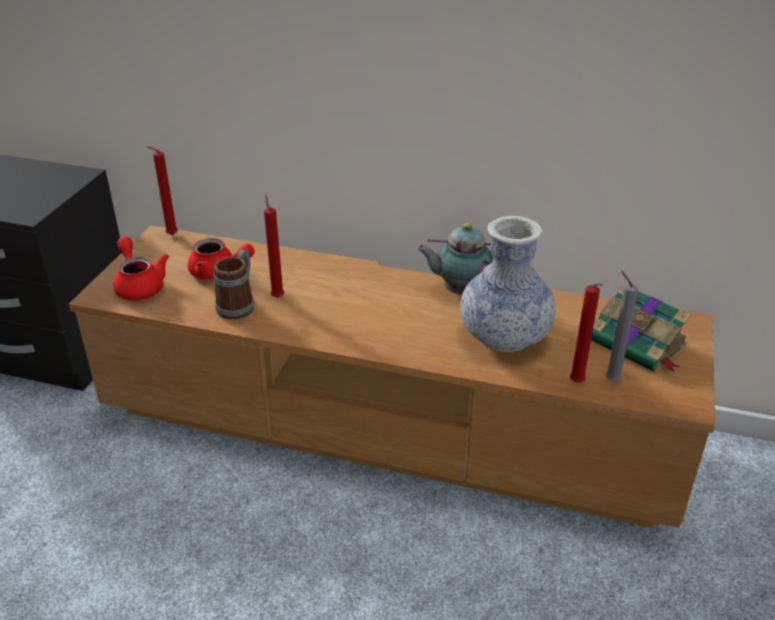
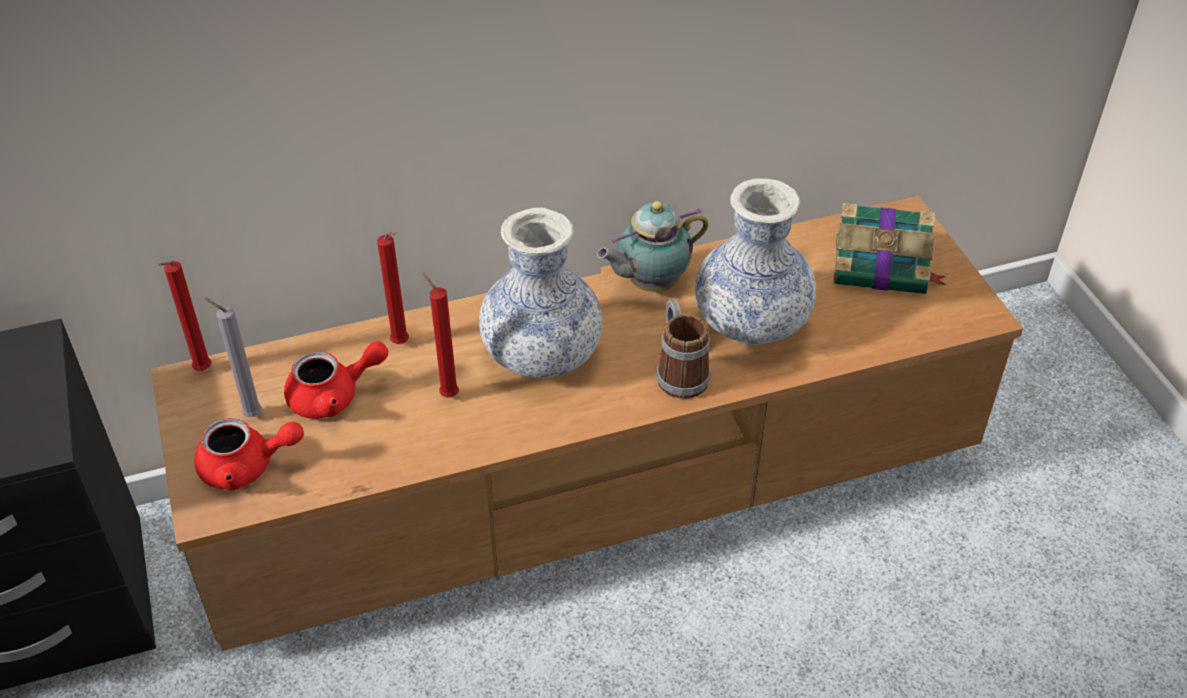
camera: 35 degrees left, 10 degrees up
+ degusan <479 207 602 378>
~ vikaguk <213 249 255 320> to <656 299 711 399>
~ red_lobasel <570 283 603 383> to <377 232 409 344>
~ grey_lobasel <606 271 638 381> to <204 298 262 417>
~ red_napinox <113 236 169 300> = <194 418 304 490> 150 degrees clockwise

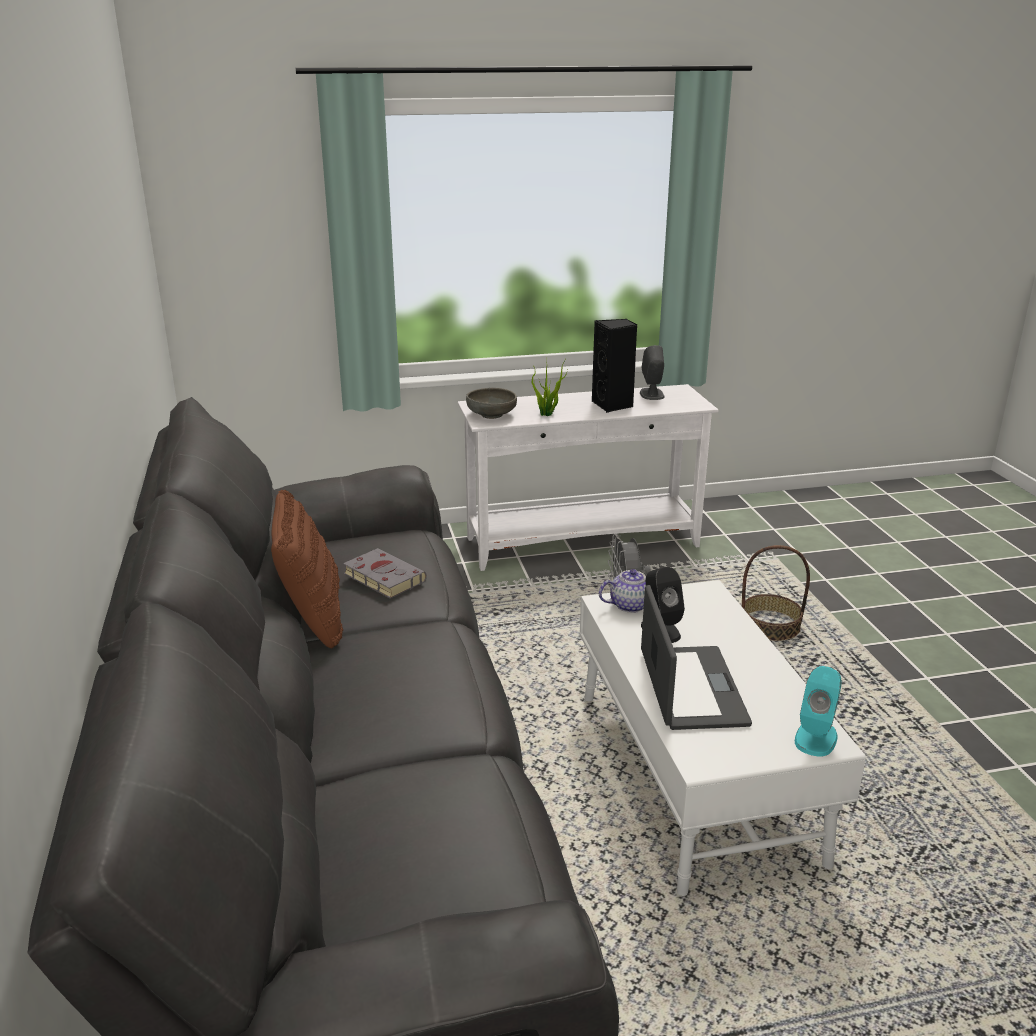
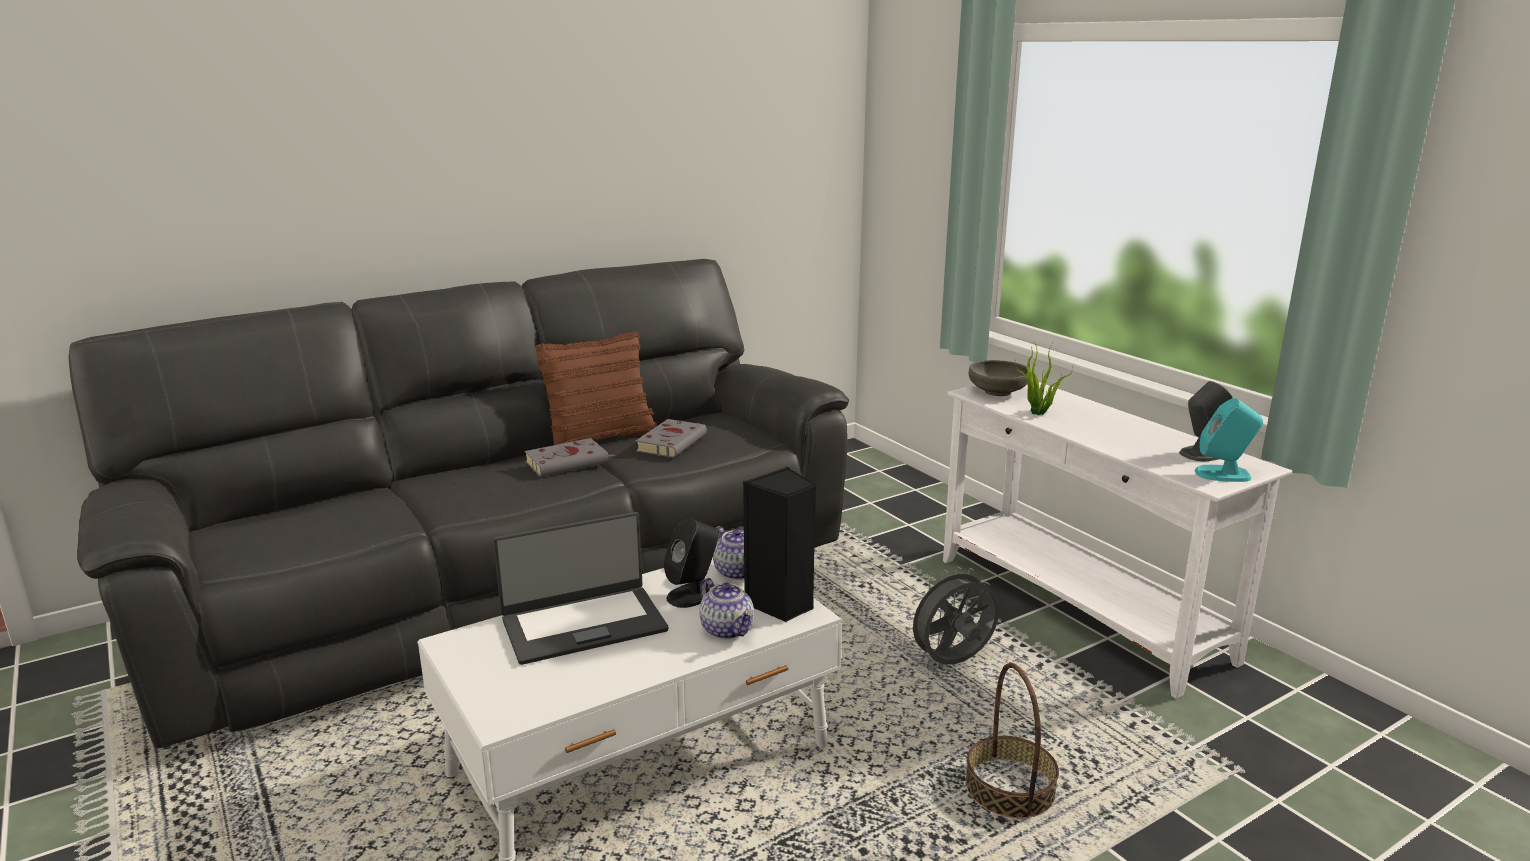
camera: 70 degrees right, 5 degrees down
+ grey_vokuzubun <525 438 615 477>
+ napinox <699 578 754 639>
~ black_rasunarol <592 319 638 413> to <743 466 816 622>
~ turquoise_rasunarol <795 666 841 757> to <1195 398 1263 482>

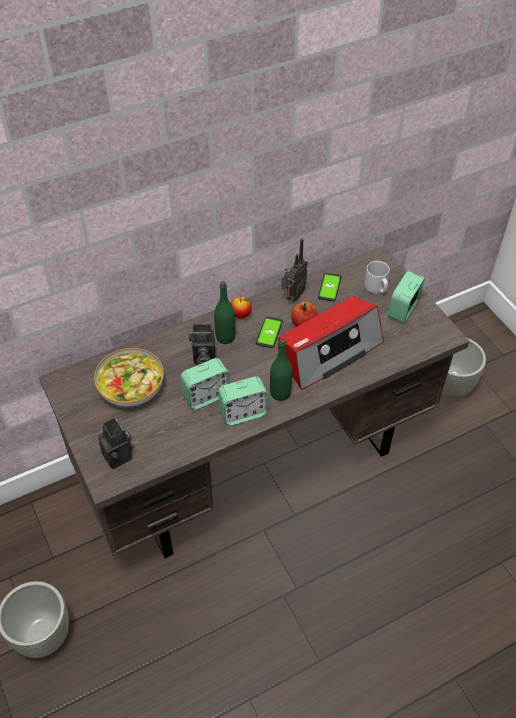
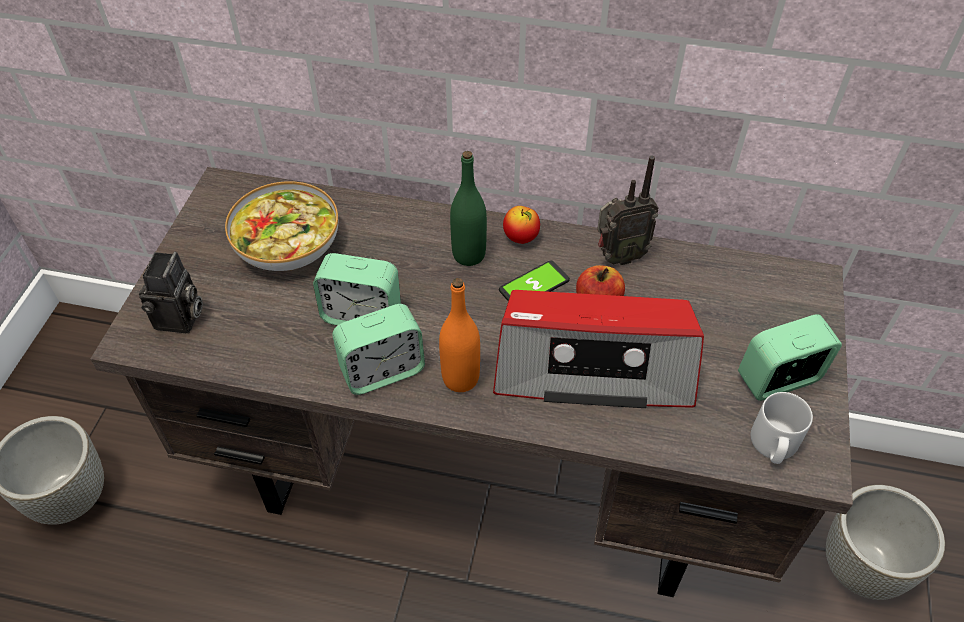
camera: 40 degrees right, 0 degrees up
- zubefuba <189 324 216 365>
- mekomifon <318 273 341 302>
~ grey_vikaguk <364 261 390 294> to <751 392 813 464>
~ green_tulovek <270 338 292 401> to orange_tulovek <439 278 480 392>
~ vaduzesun <218 376 268 426> = <332 304 425 395> 45 degrees counterclockwise

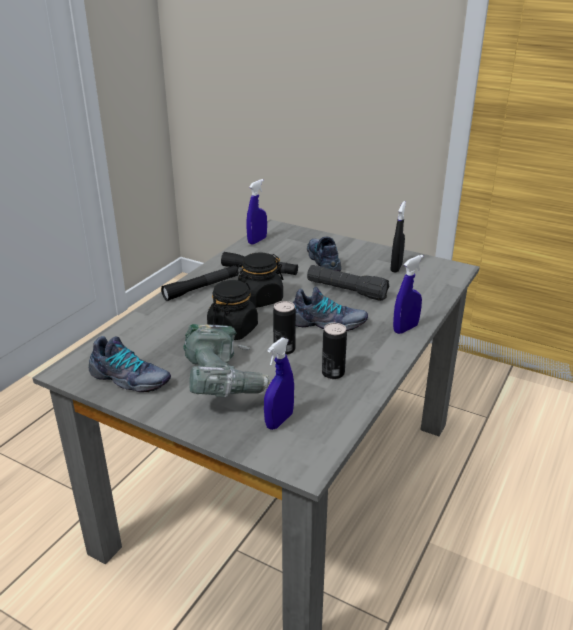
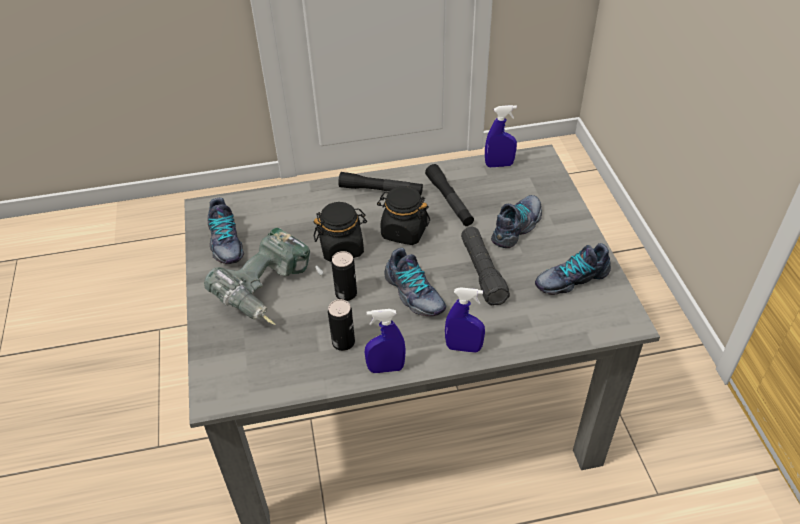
camera: 50 degrees right, 15 degrees up
~ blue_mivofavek <264 337 294 430> to <364 309 406 373>
~ black_mivofavek <391 201 406 273> to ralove <535 243 611 295>

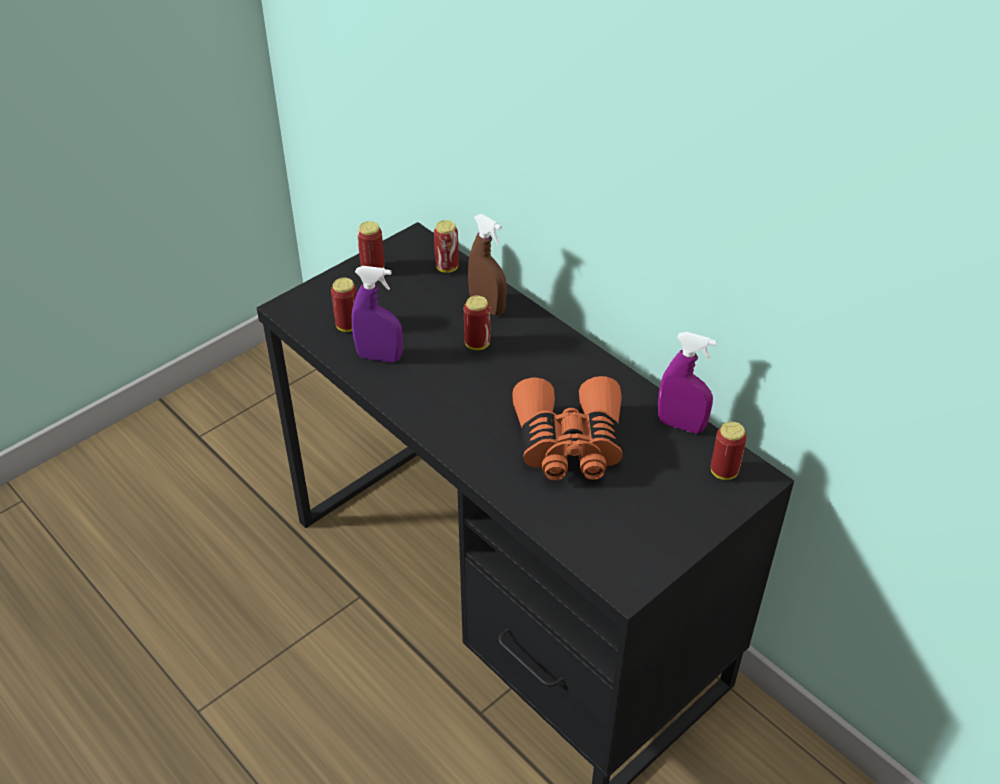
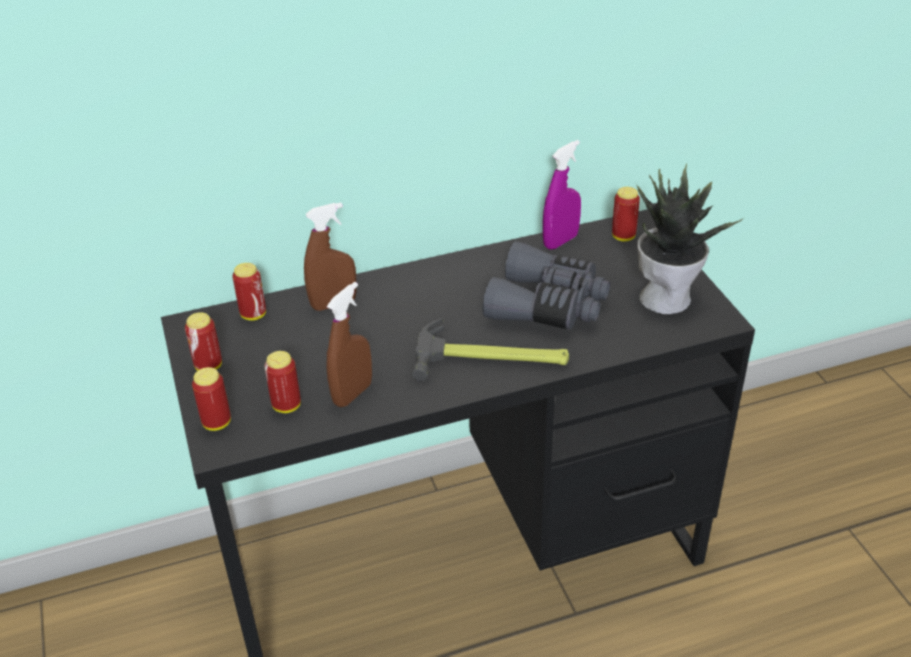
camera: 65 degrees left, 5 degrees down
+ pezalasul <411 318 569 381>
+ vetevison <636 162 744 314>
~ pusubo <464 296 490 350> to <192 367 231 431>
~ purple_mivofavek <351 266 403 362> to brown_mivofavek <327 282 372 407>
~ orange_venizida <512 376 623 481> to grey_venizida <482 241 610 330>

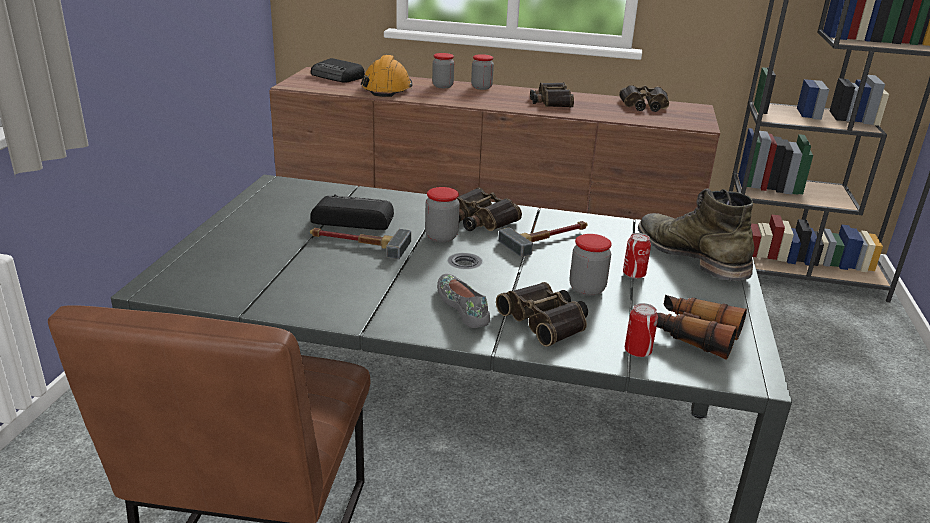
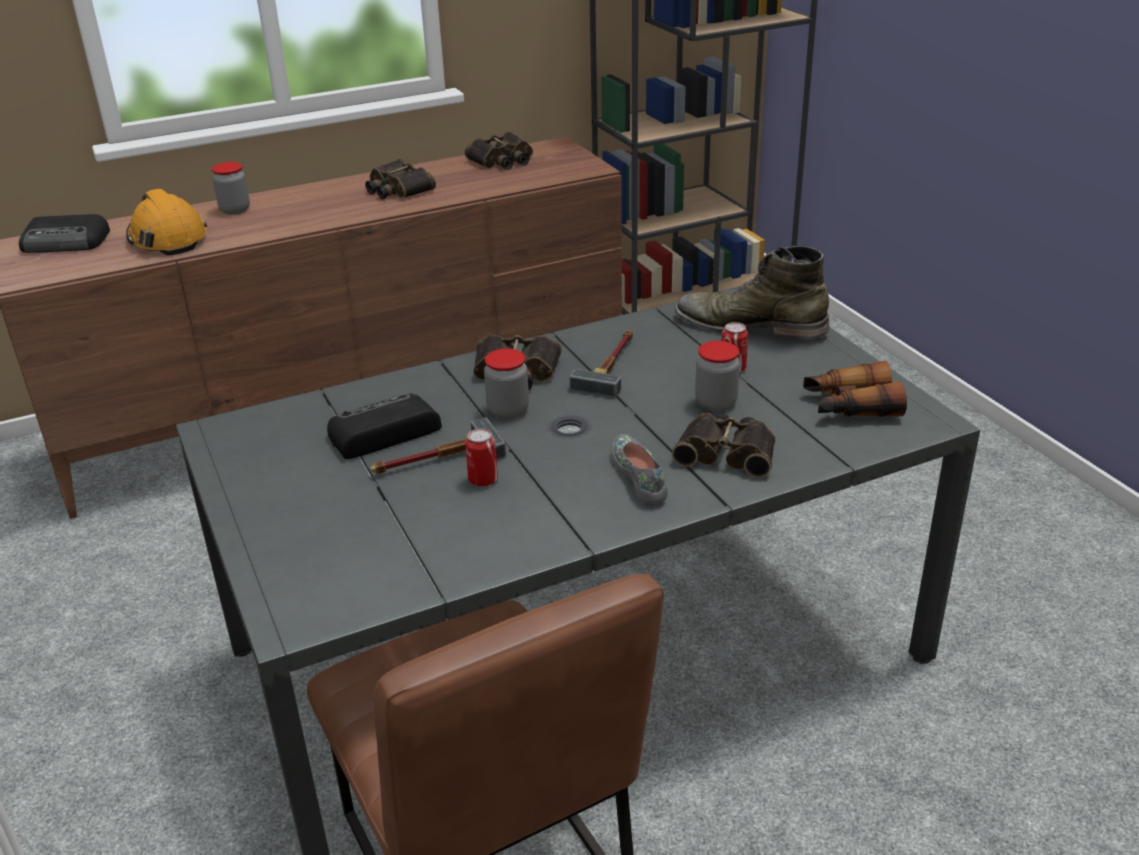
camera: 35 degrees left, 5 degrees up
- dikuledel <471 54 494 90>
~ pusubo <625 303 658 357> to <465 428 498 487>
~ grey_ralove <437 274 490 328> = <611 434 668 504> 45 degrees clockwise

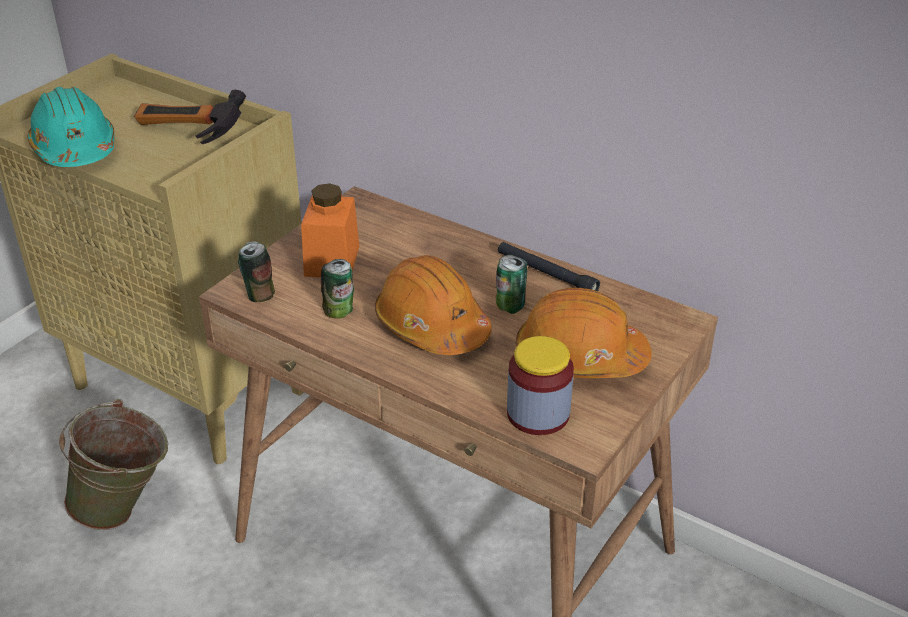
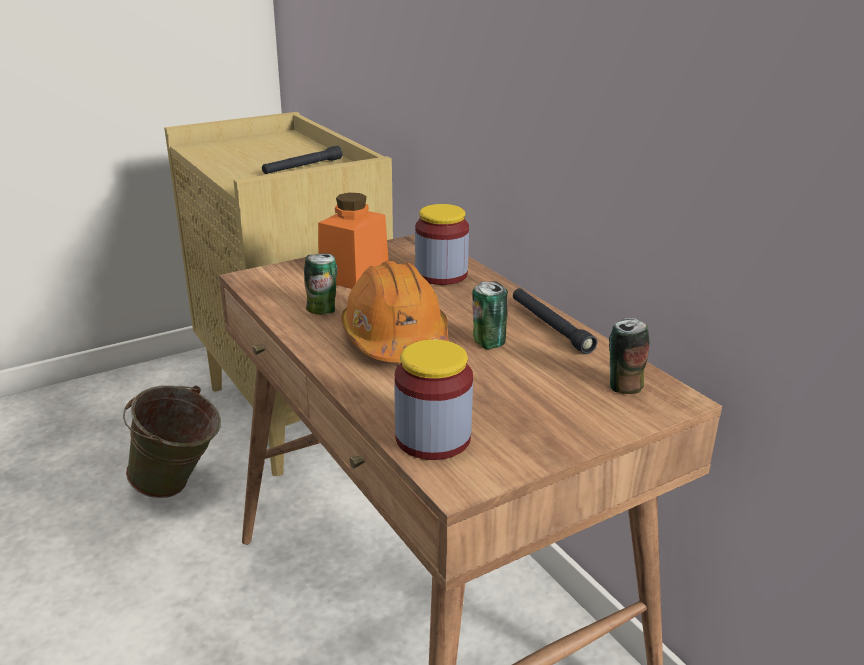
camera: 25 degrees right, 10 degrees down
- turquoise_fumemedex <27 87 114 167>
- orange_fumemedex <516 288 652 378>
+ dikuledel <415 204 469 285>
~ pusubo <238 241 275 302> to <609 318 649 394>
~ pezalasul <134 90 246 144> to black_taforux <262 146 342 174>

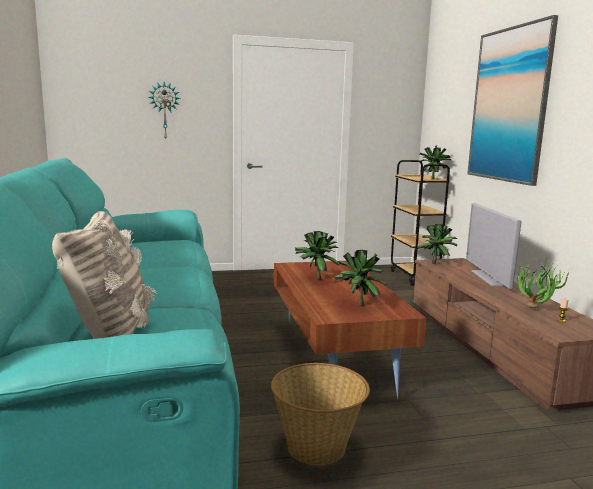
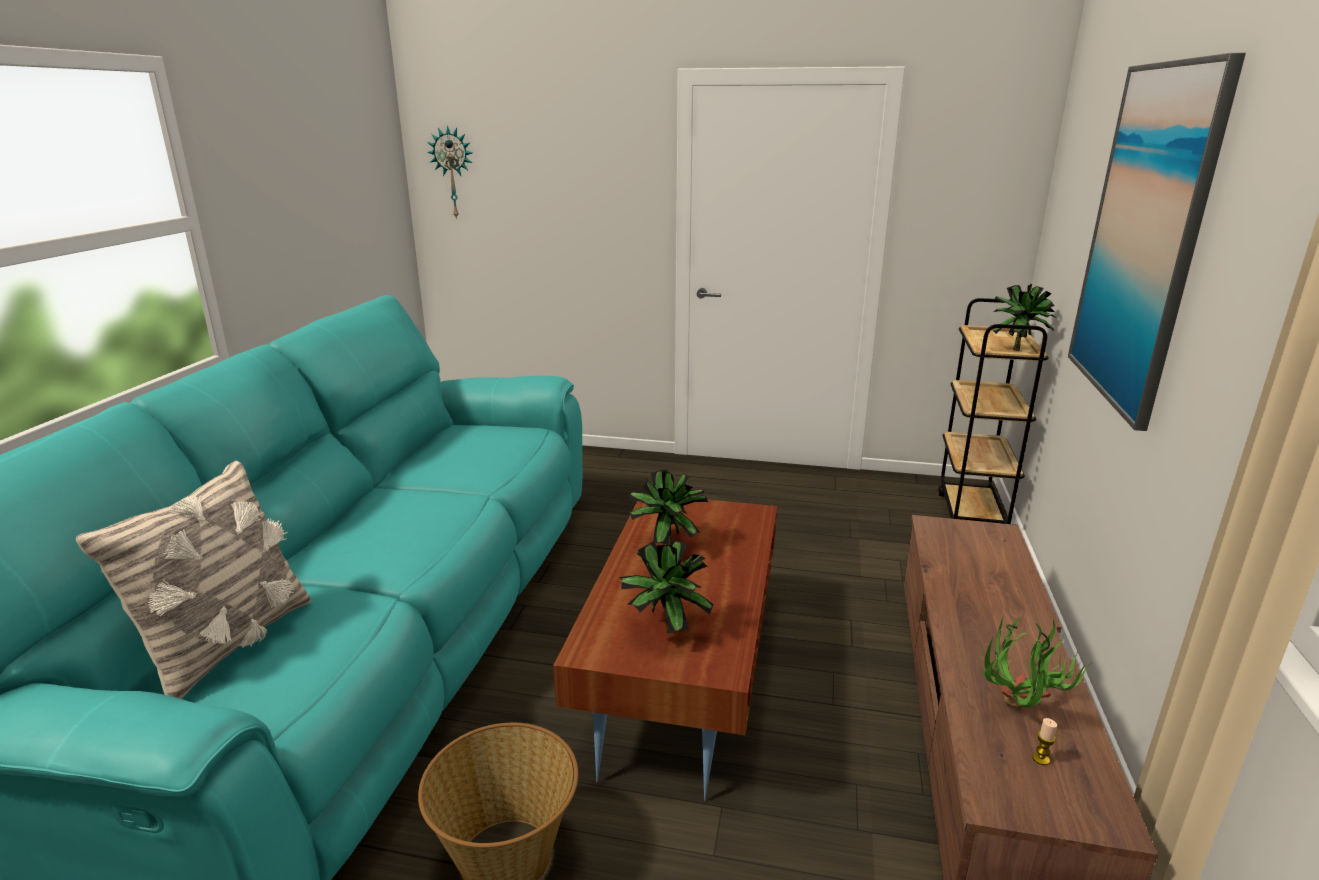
camera: 25 degrees right, 10 degrees up
- vetevison <417 224 457 264>
- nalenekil <466 203 522 289>
~ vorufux <149 82 181 139> to <427 125 472 220>

